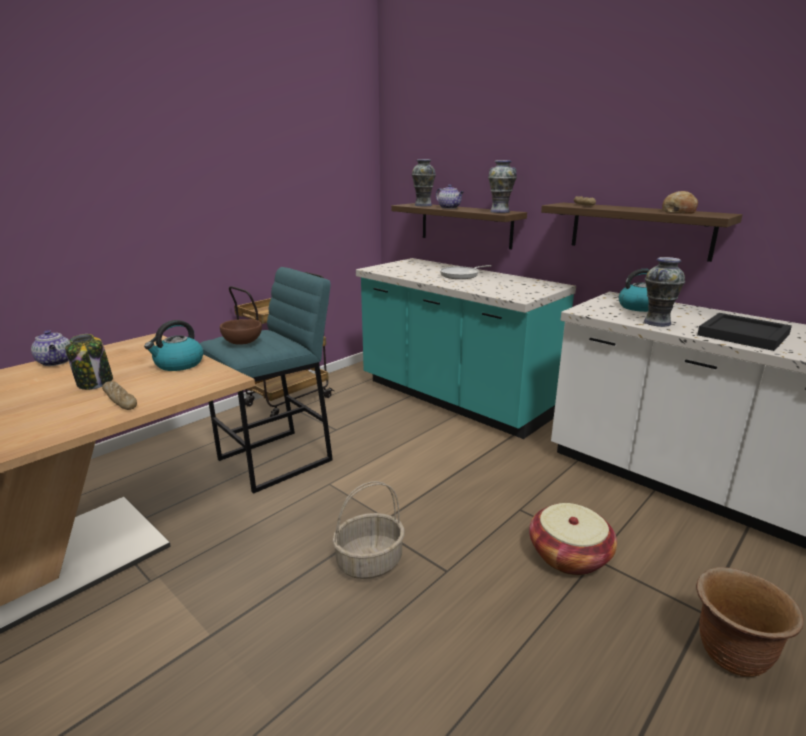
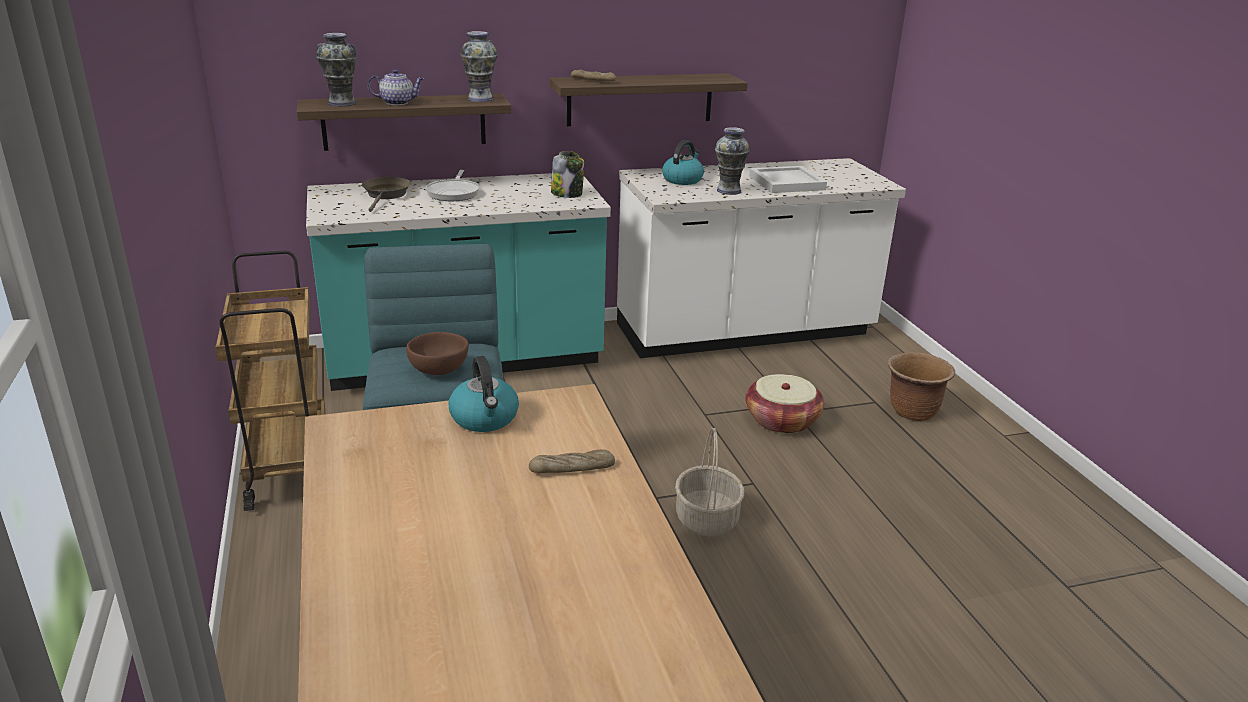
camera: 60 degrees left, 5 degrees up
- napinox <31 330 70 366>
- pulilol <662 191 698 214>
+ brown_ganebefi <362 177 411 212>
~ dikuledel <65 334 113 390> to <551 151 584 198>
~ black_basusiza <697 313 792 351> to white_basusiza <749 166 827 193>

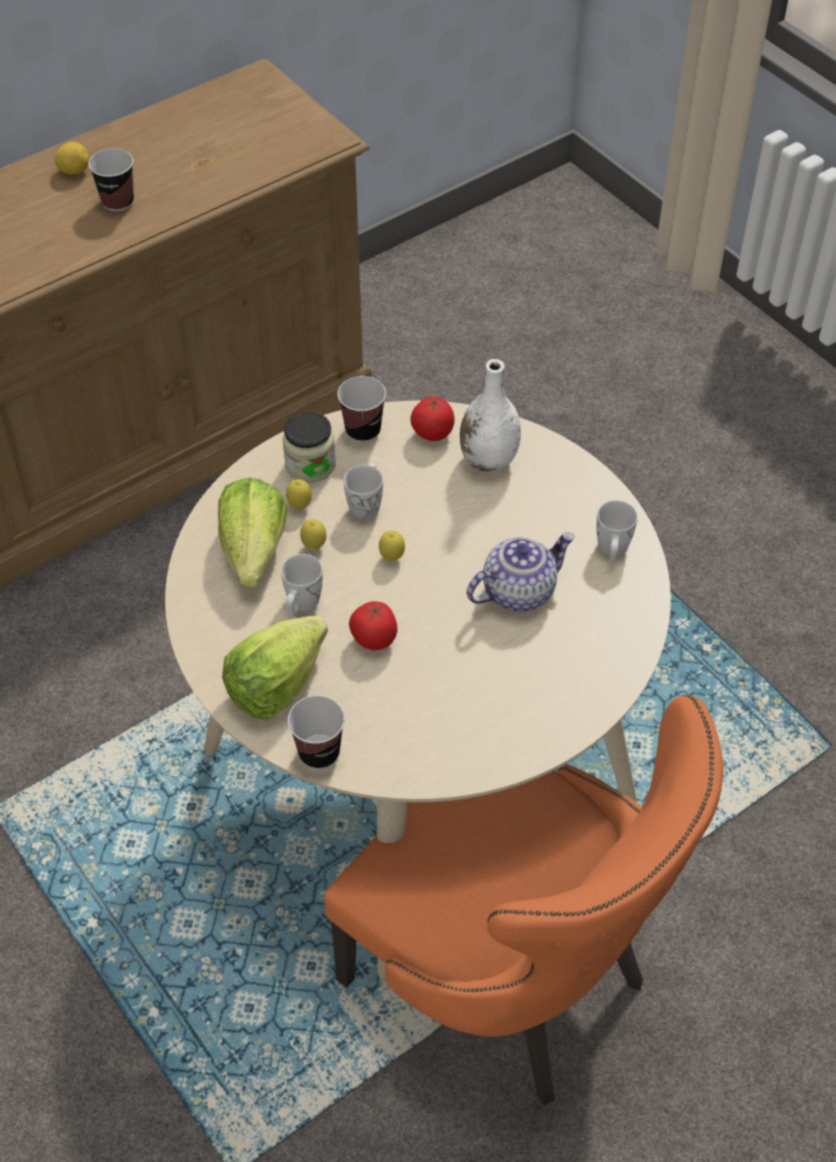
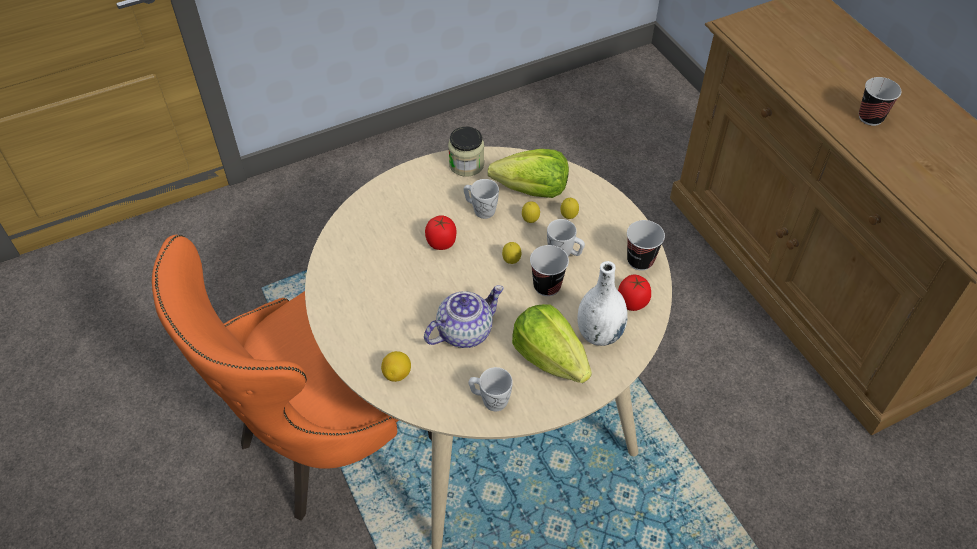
camera: 100 degrees right, 0 degrees up
~ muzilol <55 142 89 175> to <381 351 411 382>
~ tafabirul <222 616 328 719> to <512 304 592 383>
~ dikuledel <282 412 336 483> to <448 126 484 177>
~ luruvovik <288 695 345 769> to <530 245 569 296>
~ napinox <467 532 575 611> = <424 285 504 348> 105 degrees counterclockwise

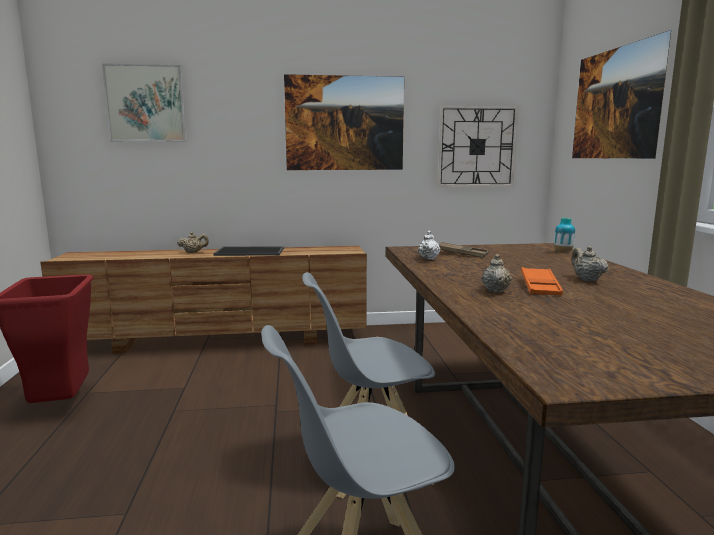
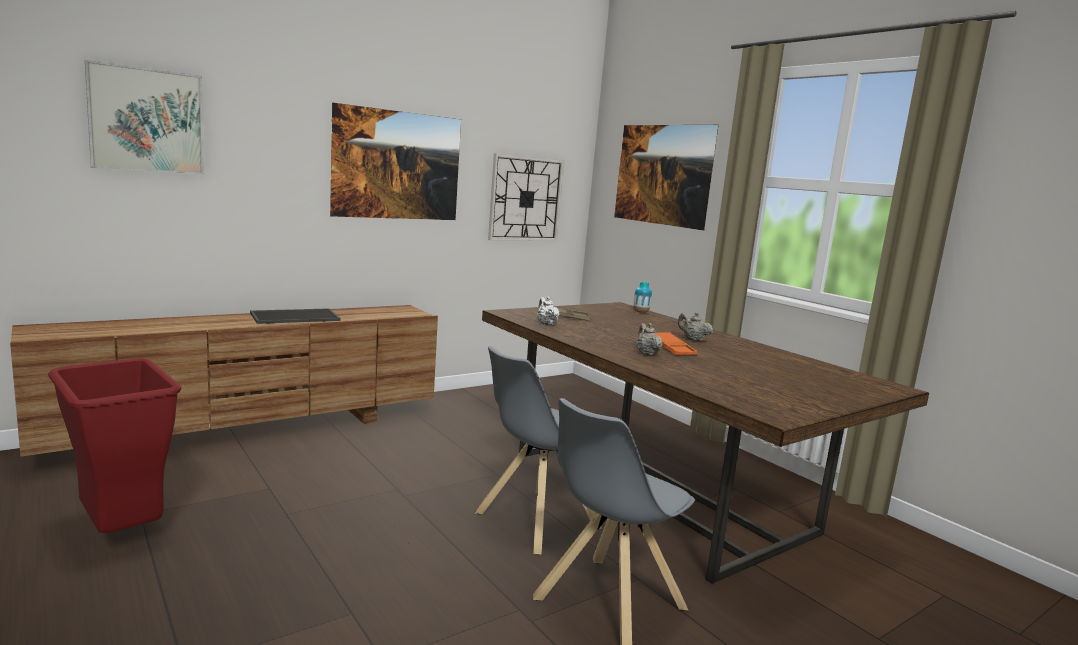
camera: 30 degrees left, 0 degrees up
- beige_napinox <177 232 209 253>

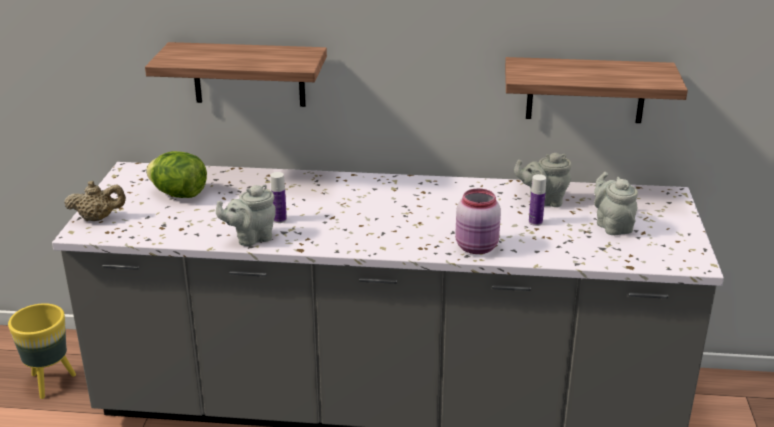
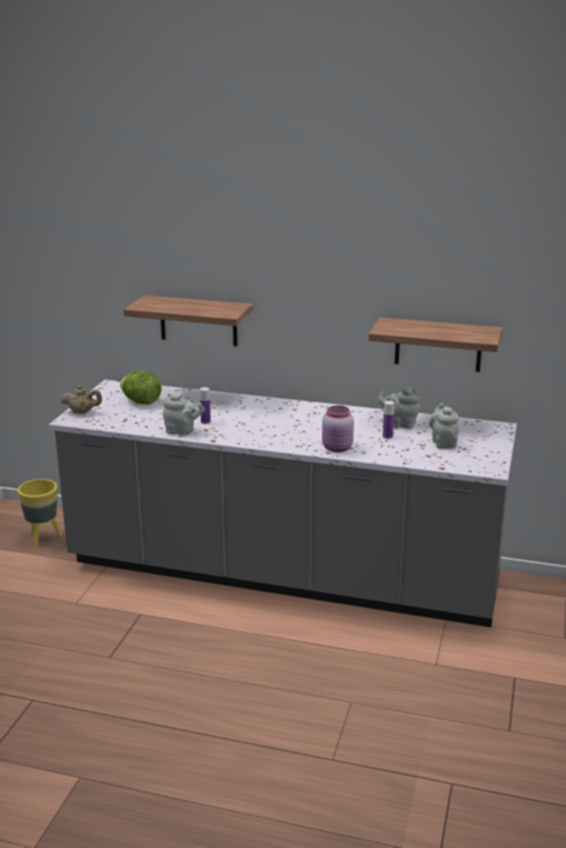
camera: 10 degrees right, 5 degrees down
~ grey_napinox <216 185 276 246> = <163 393 205 435> 150 degrees counterclockwise

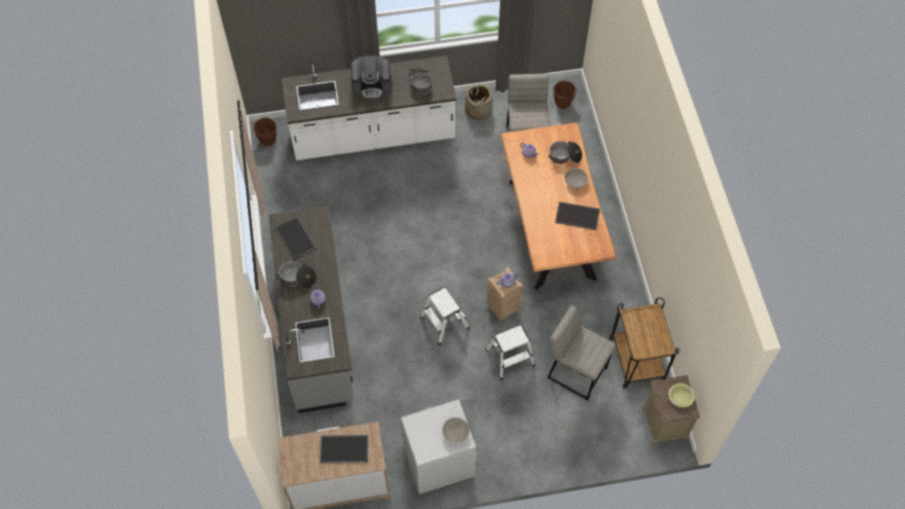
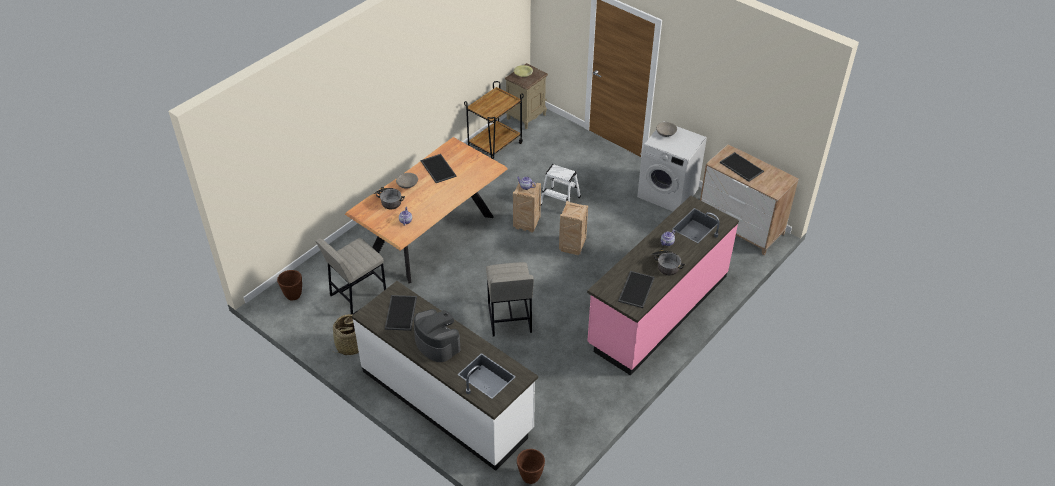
camera: 130 degrees left, 15 degrees down
~ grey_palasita <548 305 616 400> to <486 262 534 337>
~ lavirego <409 67 433 94> to basusiza <385 295 417 331>
~ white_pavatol <420 286 470 345> to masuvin <559 201 588 255>
~ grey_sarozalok <268 206 354 413> to pink_sarozalok <587 196 739 376>

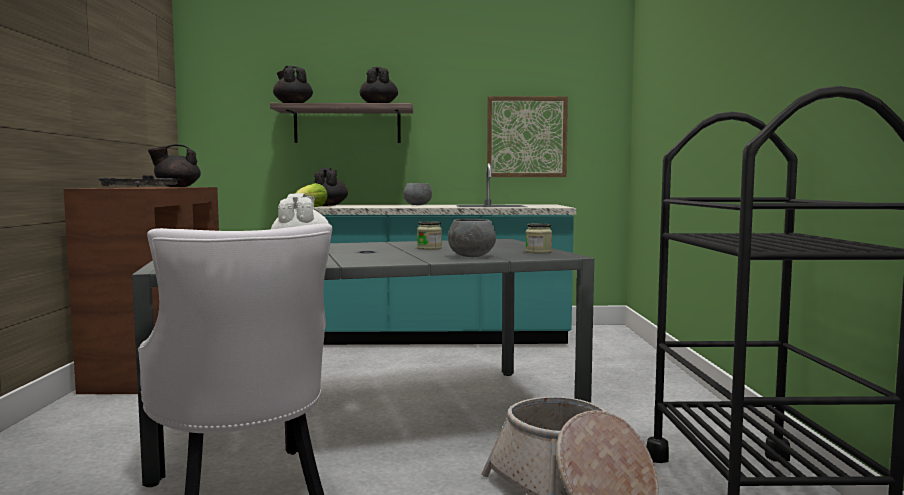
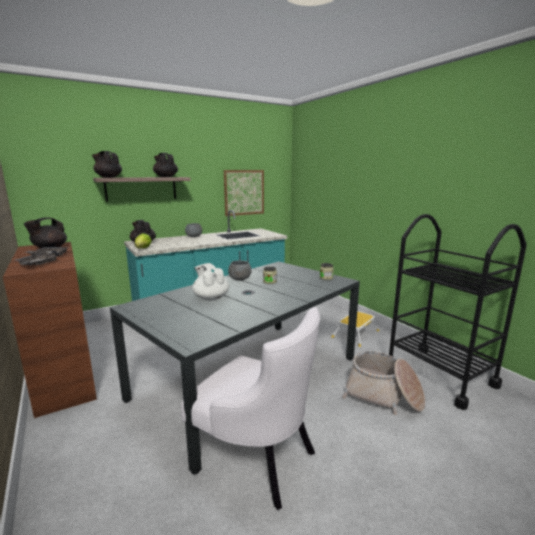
camera: 30 degrees left, 10 degrees up
+ yellow_pavatol <331 311 379 347>
~ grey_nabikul <448 219 496 257> to <228 260 251 281>

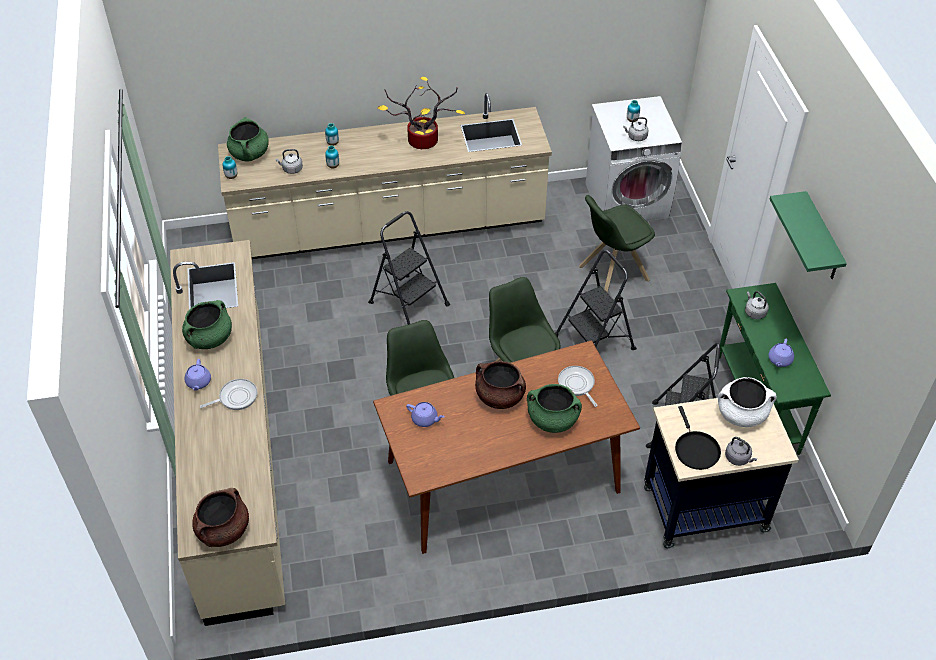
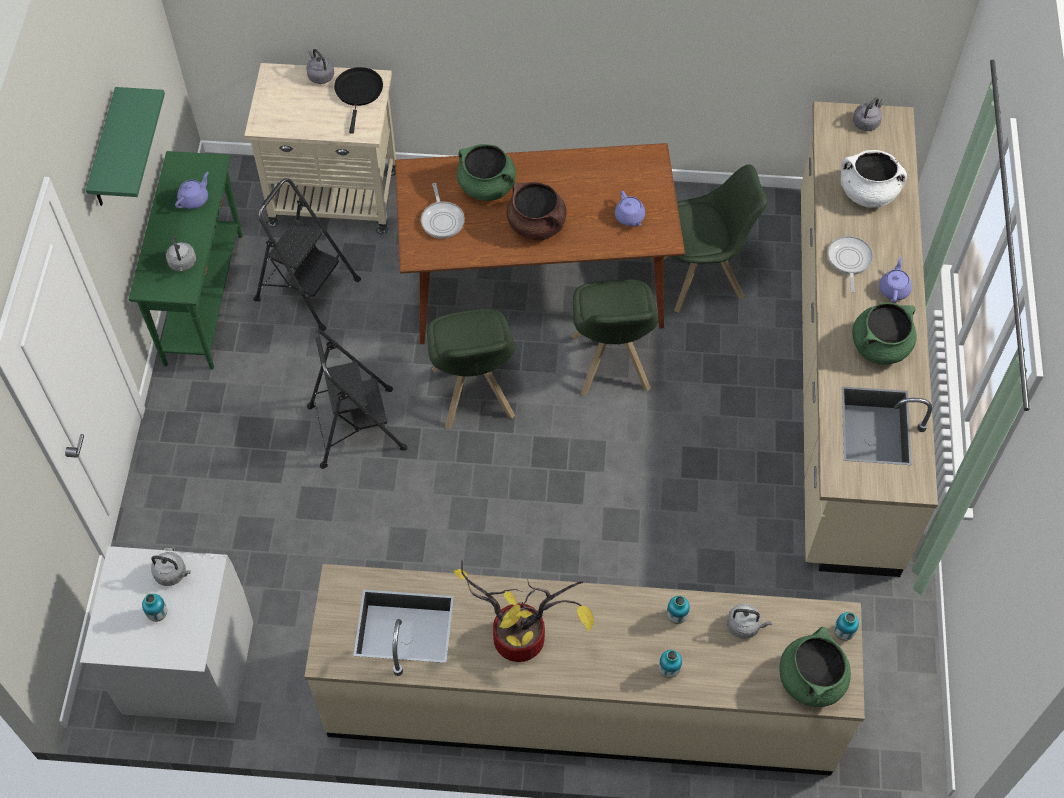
camera: 165 degrees left, 10 degrees up
- black_pavatol <368 211 450 325>
~ green_palasita <579 195 655 293> to <664 164 767 313>
~ white_lavirego <718 377 777 427> to <841 150 907 208>
~ brown_lavirego <192 488 249 547> to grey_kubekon <853 97 884 131>
~ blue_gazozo <644 398 799 548> to beige_gazozo <244 63 397 235>
~ ganebefi <200 379 257 410> = <828 236 873 293> 105 degrees clockwise
~ purple_napinox <406 402 445 427> = <615 191 645 227> 150 degrees counterclockwise

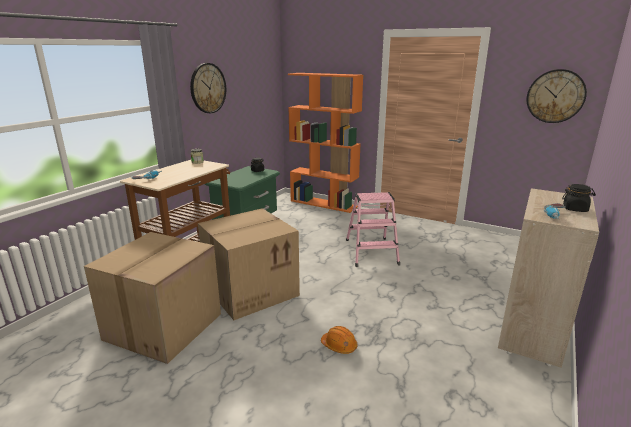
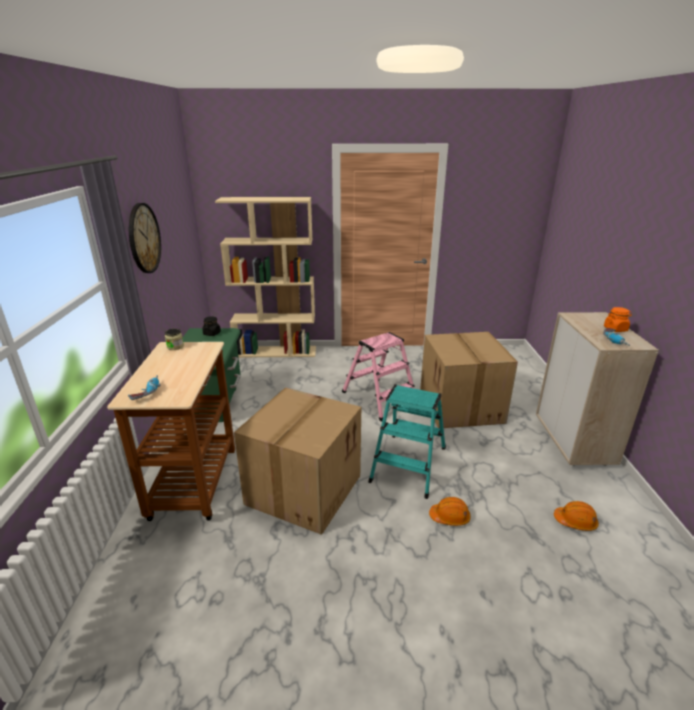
camera: 30 degrees left, 5 degrees up
- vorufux <526 69 587 123>
+ turquoise_pavatol <368 384 446 499>
+ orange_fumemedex <554 501 599 531>
~ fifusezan <84 232 221 364> to <420 332 518 428>
~ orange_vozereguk <288 73 363 213> to beige_vozereguk <215 197 316 357>
~ black_dikuledel <562 184 596 212> to orange_dikuledel <604 307 632 332>

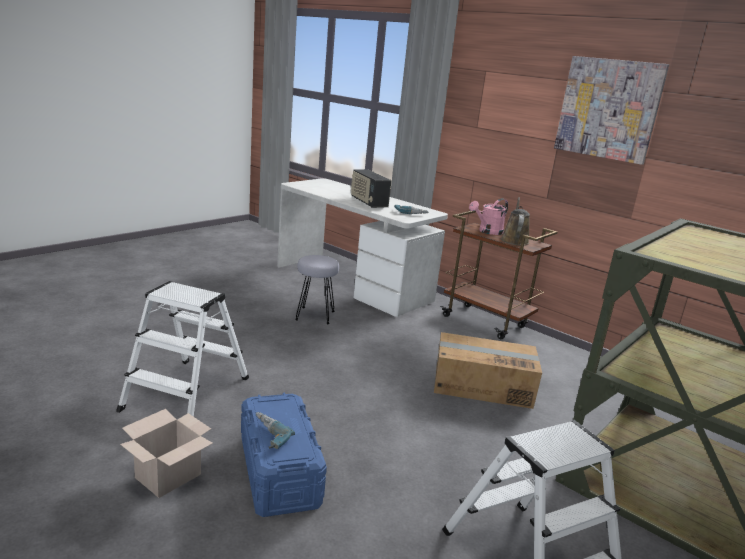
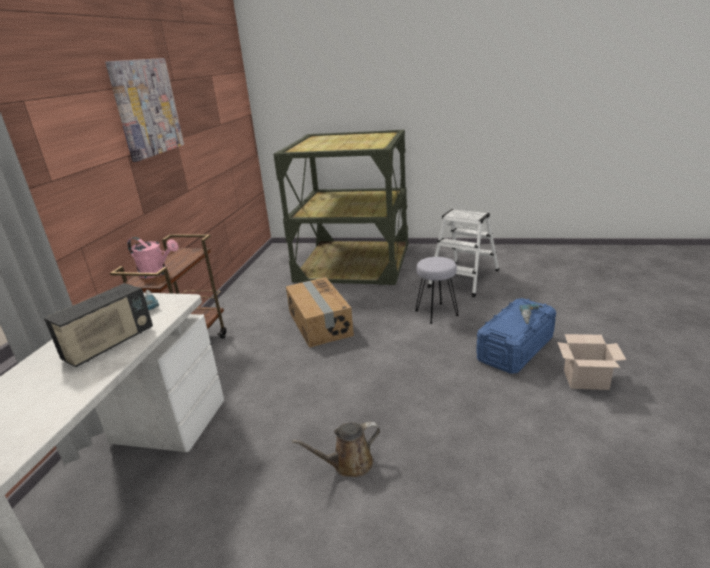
camera: 115 degrees left, 5 degrees up
- white_pavatol <116 281 249 417>
~ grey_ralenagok <295 255 339 324> to <415 257 459 324>
~ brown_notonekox <500 197 530 246> to <292 422 380 477>

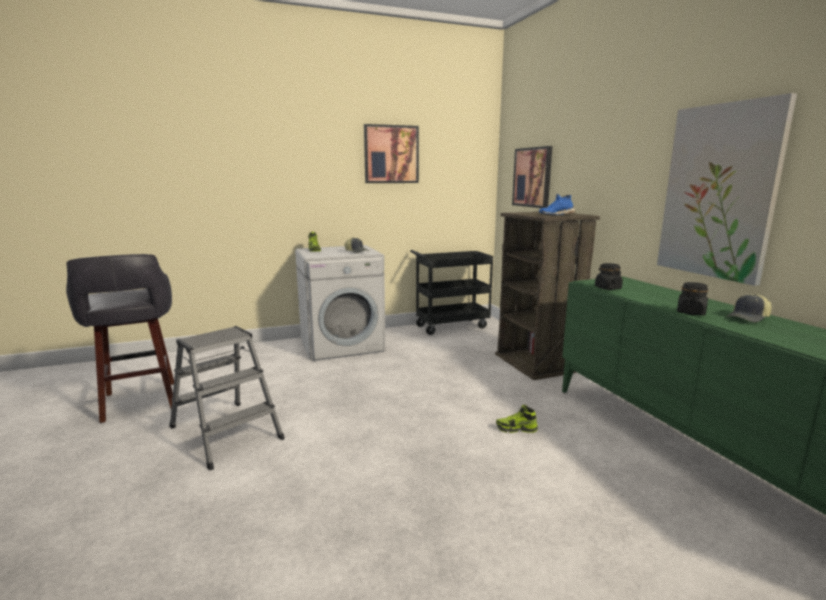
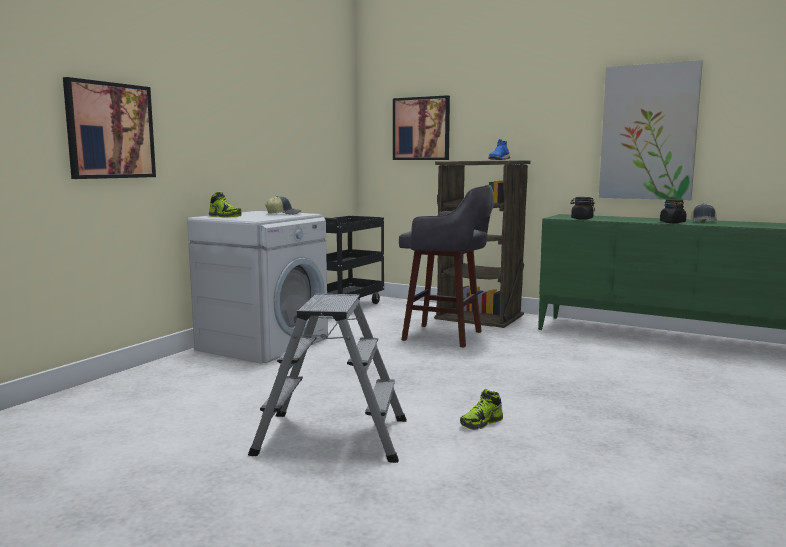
camera: 40 degrees left, 5 degrees down
~ grey_ralenagok <66 254 174 423> to <399 185 494 347>
~ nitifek <364 124 419 183> to <63 77 156 179>
~ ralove <496 405 538 433> to <460 389 503 430>

